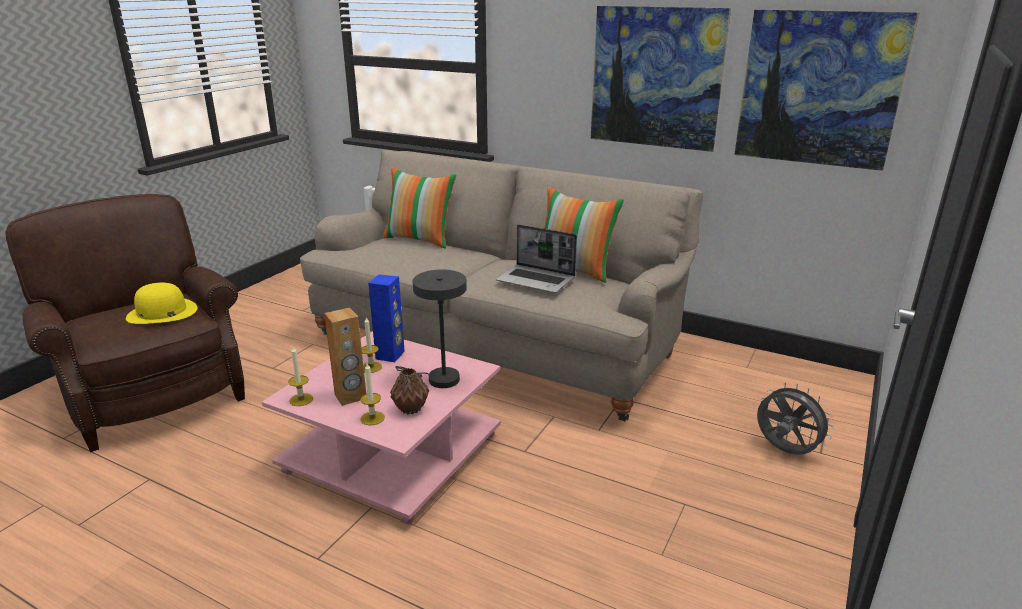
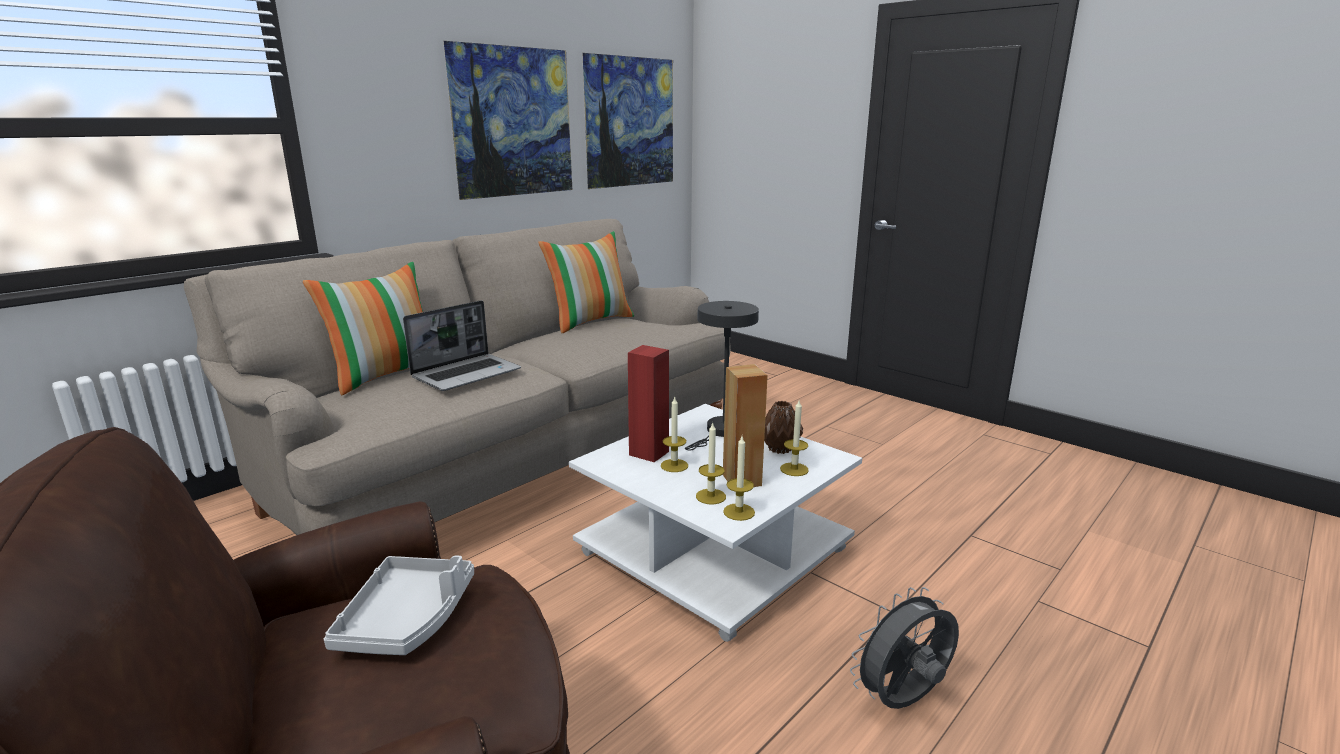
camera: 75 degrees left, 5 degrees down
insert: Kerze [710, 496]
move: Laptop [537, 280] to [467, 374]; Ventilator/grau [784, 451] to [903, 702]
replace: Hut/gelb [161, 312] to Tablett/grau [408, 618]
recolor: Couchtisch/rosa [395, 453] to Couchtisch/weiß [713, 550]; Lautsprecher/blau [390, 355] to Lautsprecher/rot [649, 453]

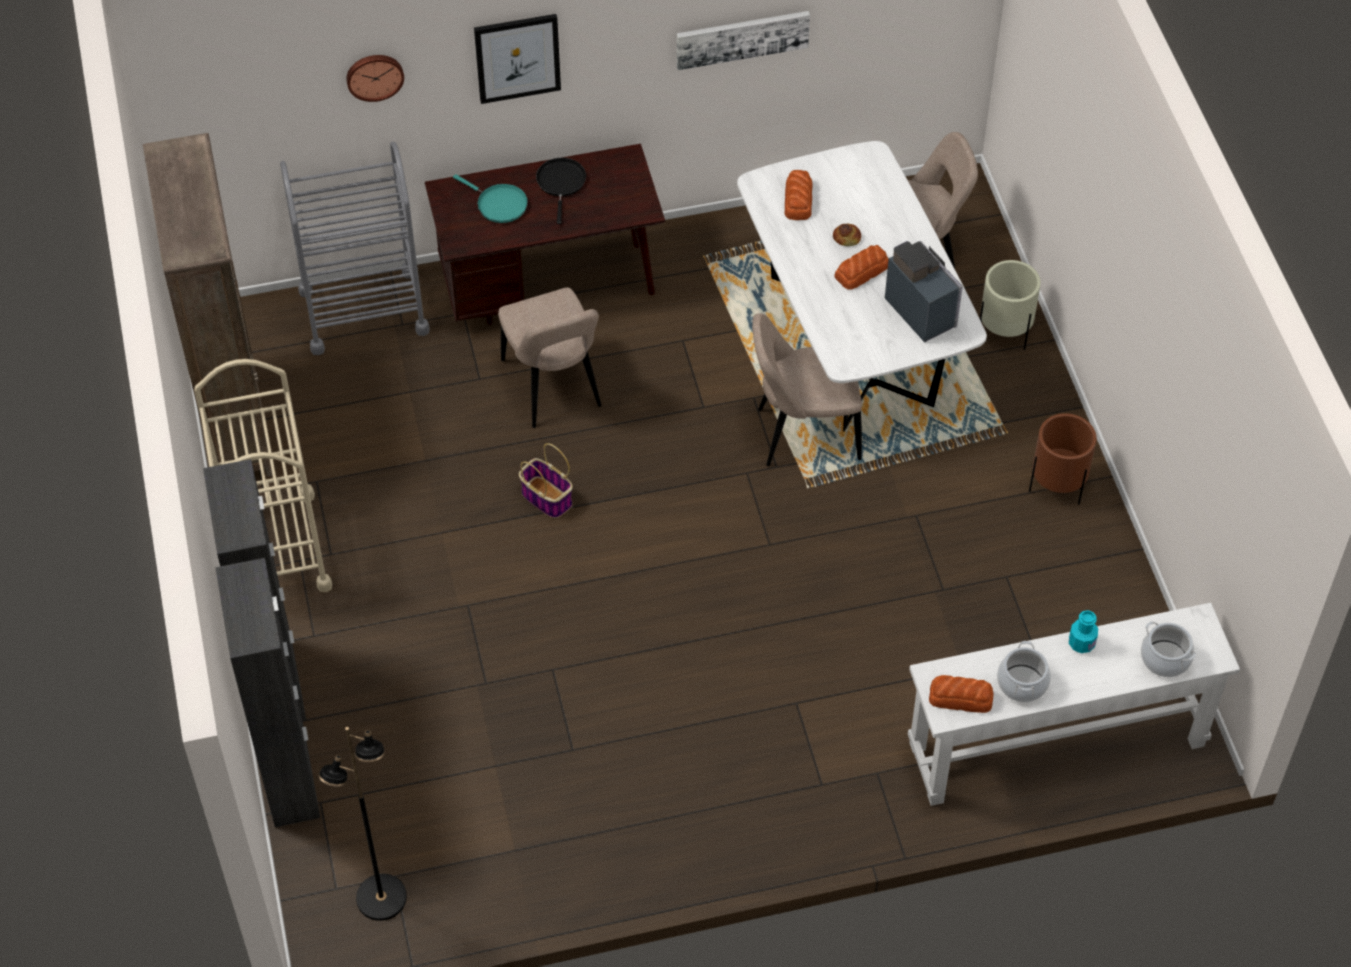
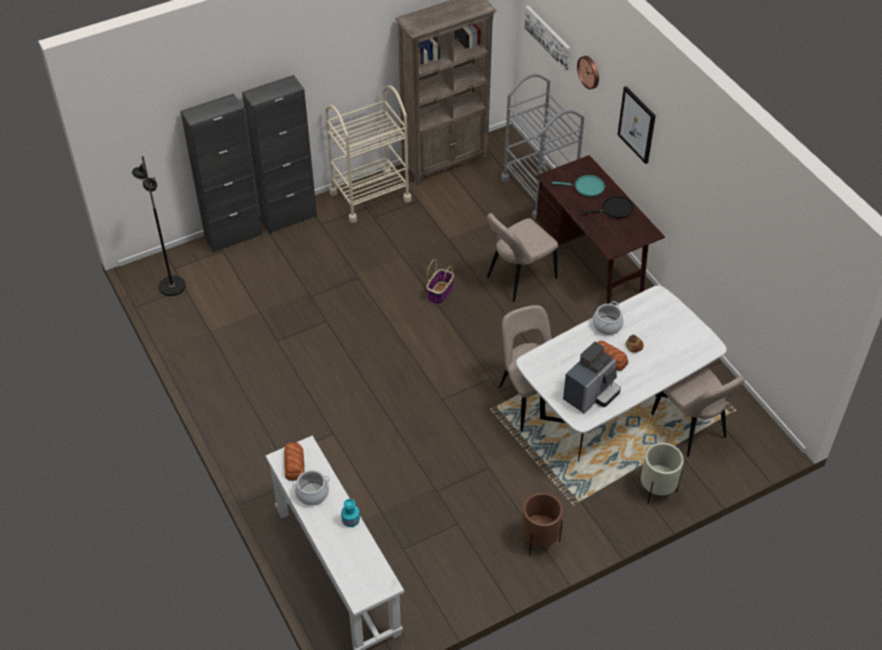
camera: 75 degrees right, 5 degrees down
delete: Brot [798, 200]
move: Bild [742, 38] to [548, 37]; Kochtopf [1165, 659] to [607, 325]
rotate: Pfanne/türkis [499, 204] = [586, 187] 105 degrees counterclockwise

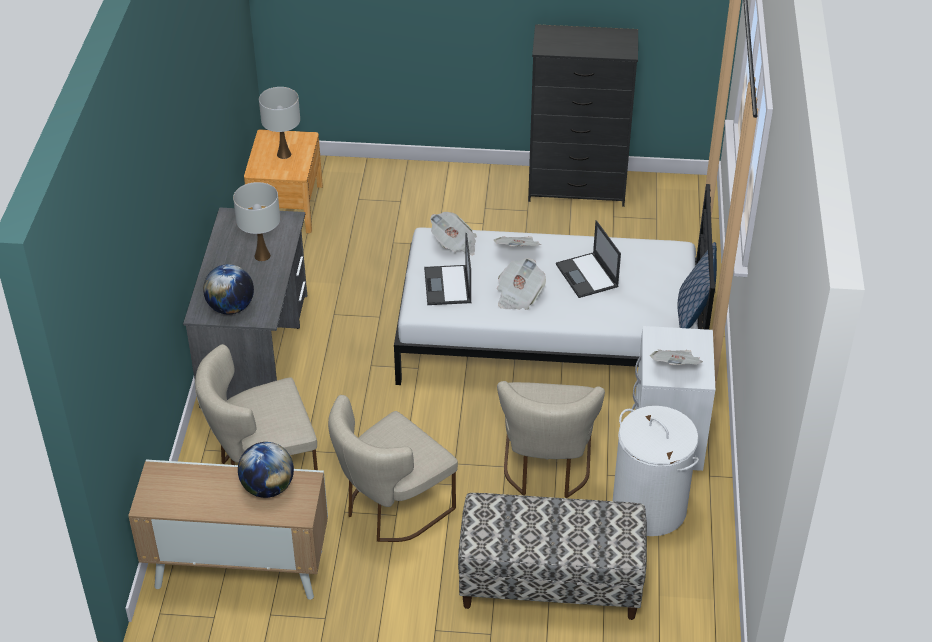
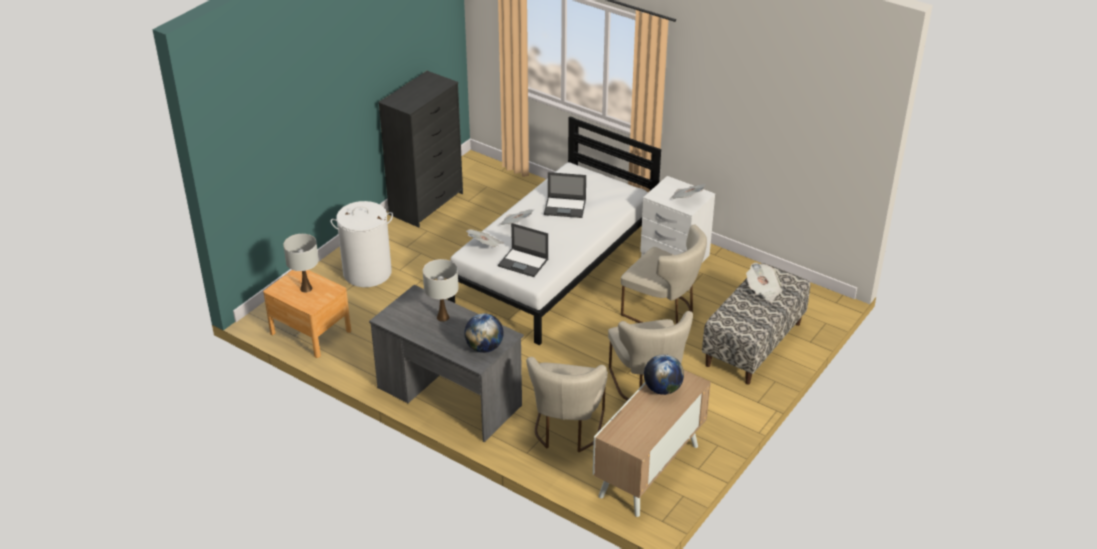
camera: 60 degrees left, 5 degrees down
delete: Kissen [693, 313]
move: Zeitung [518, 295] to [763, 290]; Wäschekorb/weiß [649, 508] to [367, 272]

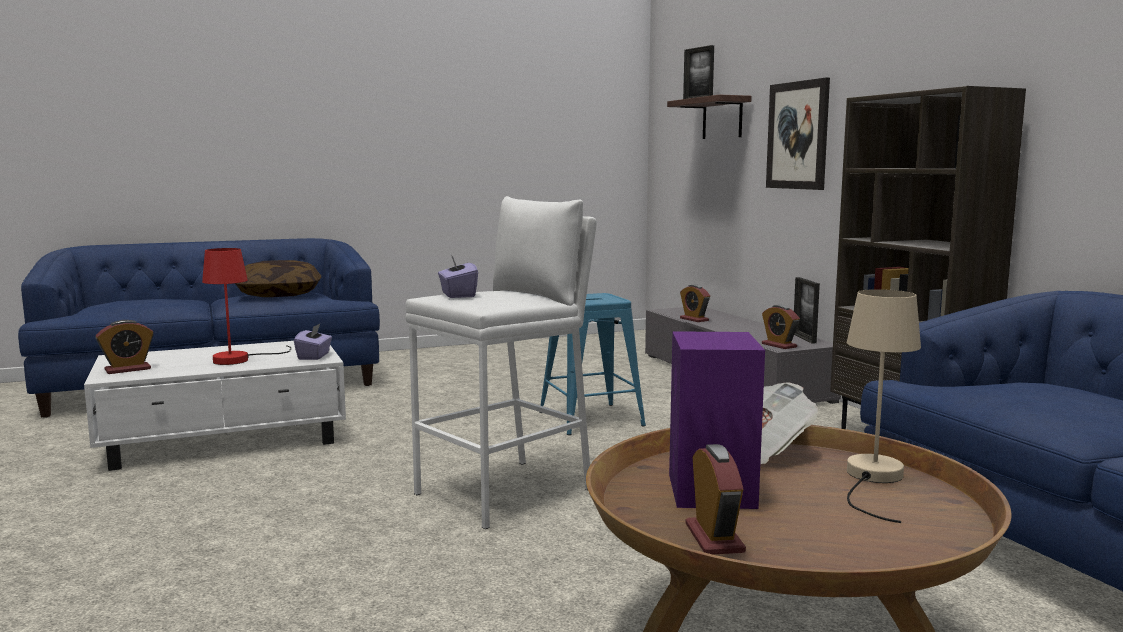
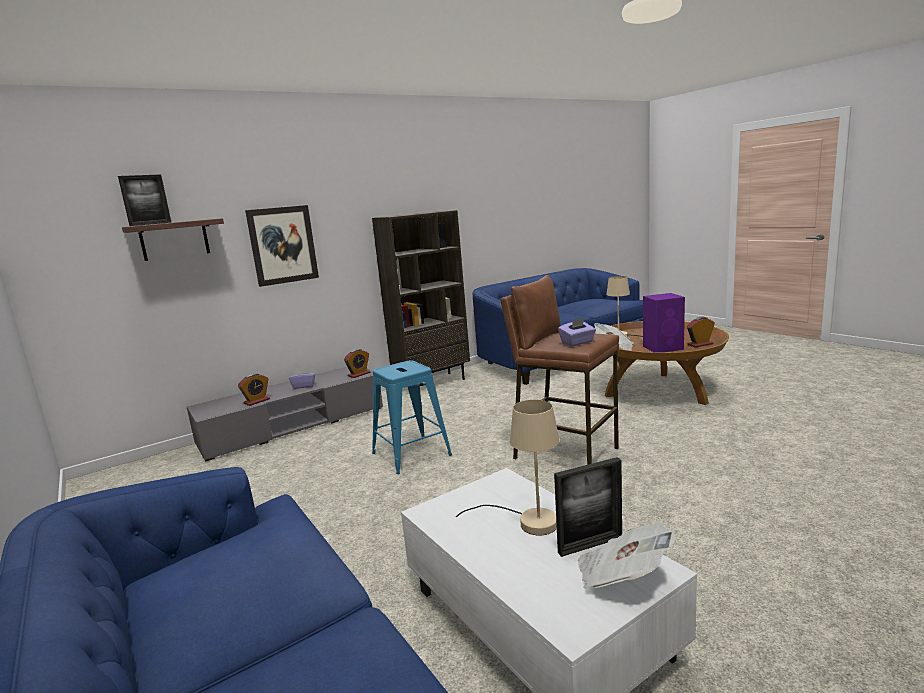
camera: 100 degrees left, 5 degrees up
delete: Kissen [279, 294]
move: Taschentuchbox/lila [314, 356] to [304, 386]; Bilderrahmen [804, 338] to [590, 545]
replace: Wecker [128, 369] to Zeitung [622, 576]
recolor: Tischlampe/rot [241, 359] to Tischlampe/beige [527, 521]; Hocker/weiß [506, 492] to Hocker/braun [565, 453]

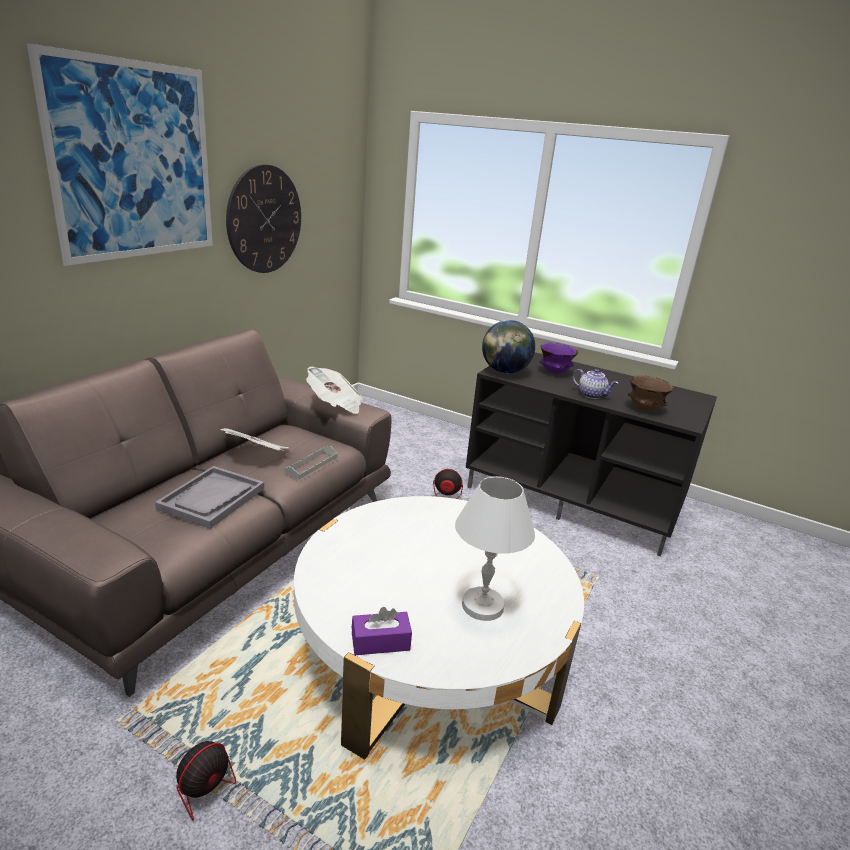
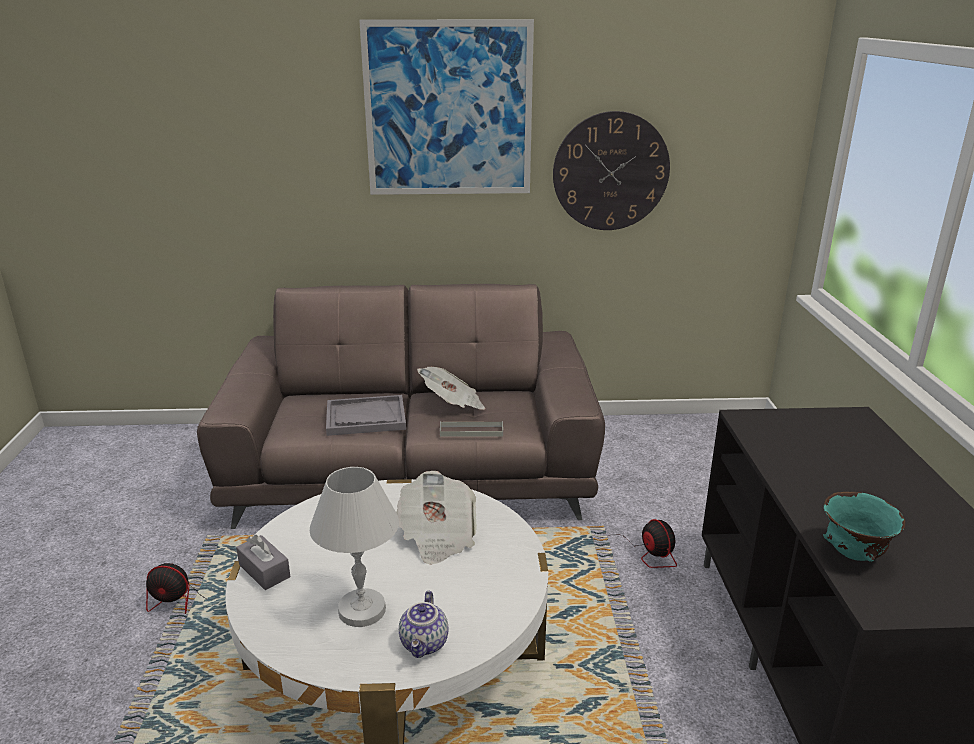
camera: 60 degrees right, 0 degrees up
delete: Globus [504, 372]; Schüssel/lila [555, 372]
move: Zeitung [335, 404] to [437, 536]; Teekanne [592, 395] to [425, 644]
recolor: Taschentuchbox/lila [380, 642] to Taschentuchbox/grau [264, 571]; Schüssel/braun [645, 409] to Schüssel/türkis [854, 555]

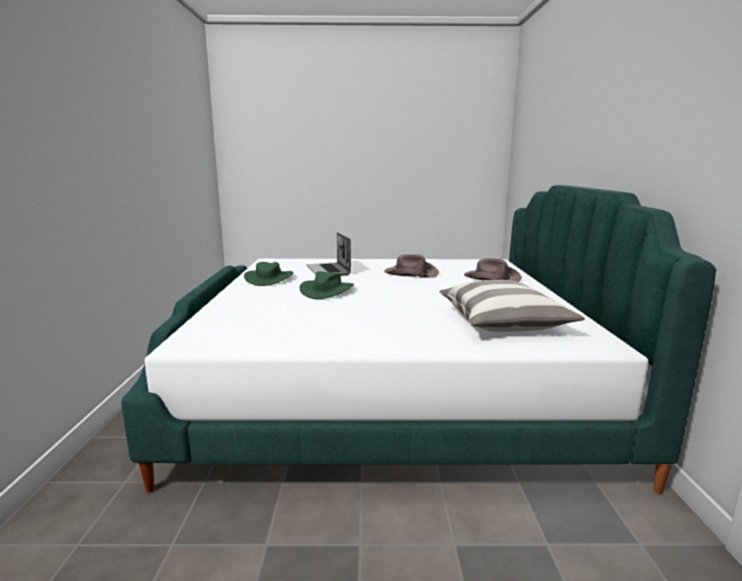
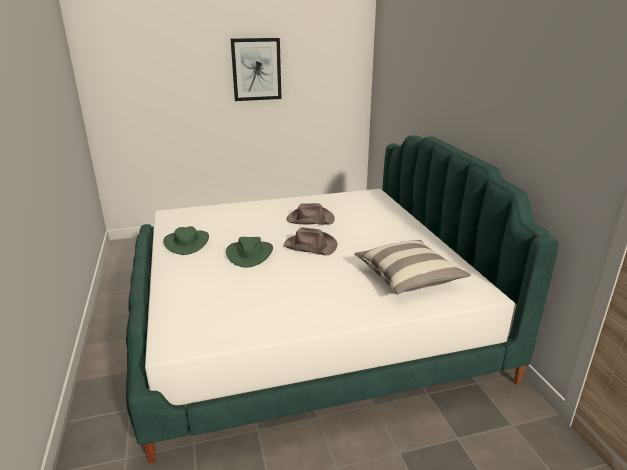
camera: 15 degrees left, 10 degrees up
delete: Laptop [329, 271]
insert: Bild [256, 69]
move: Hut/braun [491, 278] to [310, 246]

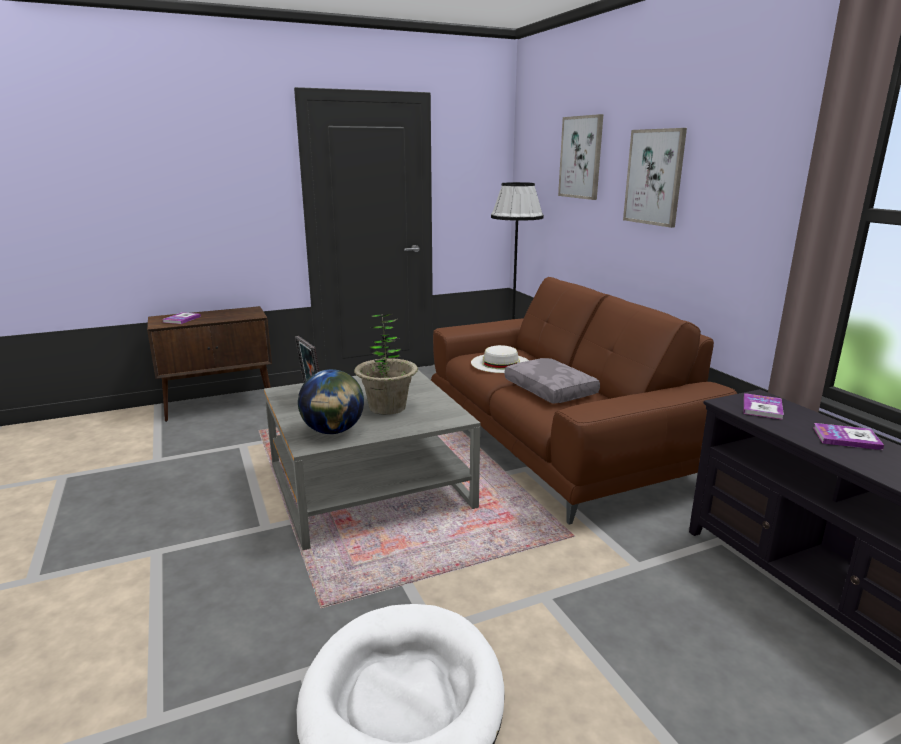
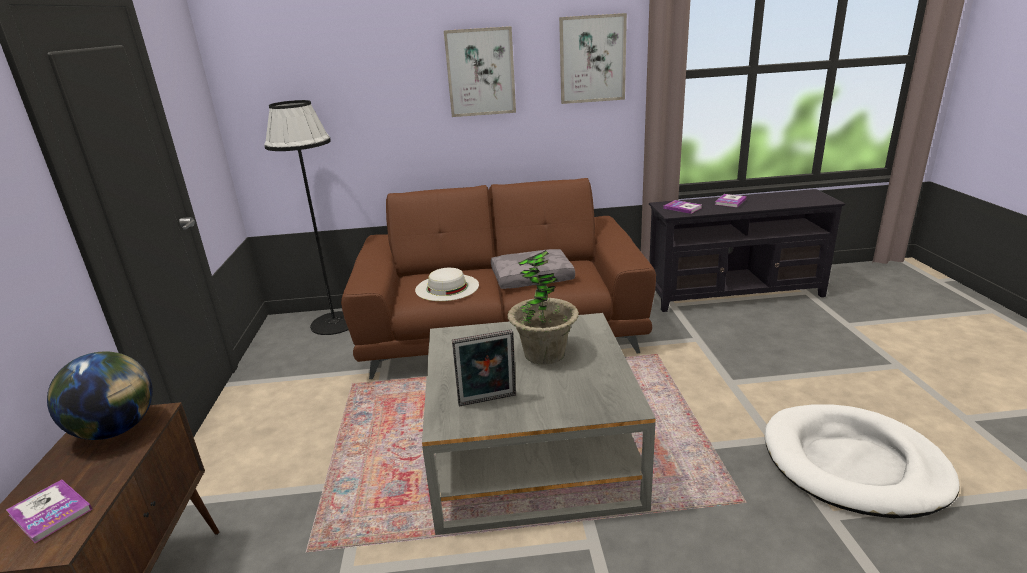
camera: 70 degrees left, 5 degrees up
move: Globus [333, 431] to [117, 429]; Bild [581, 157] to [592, 59]

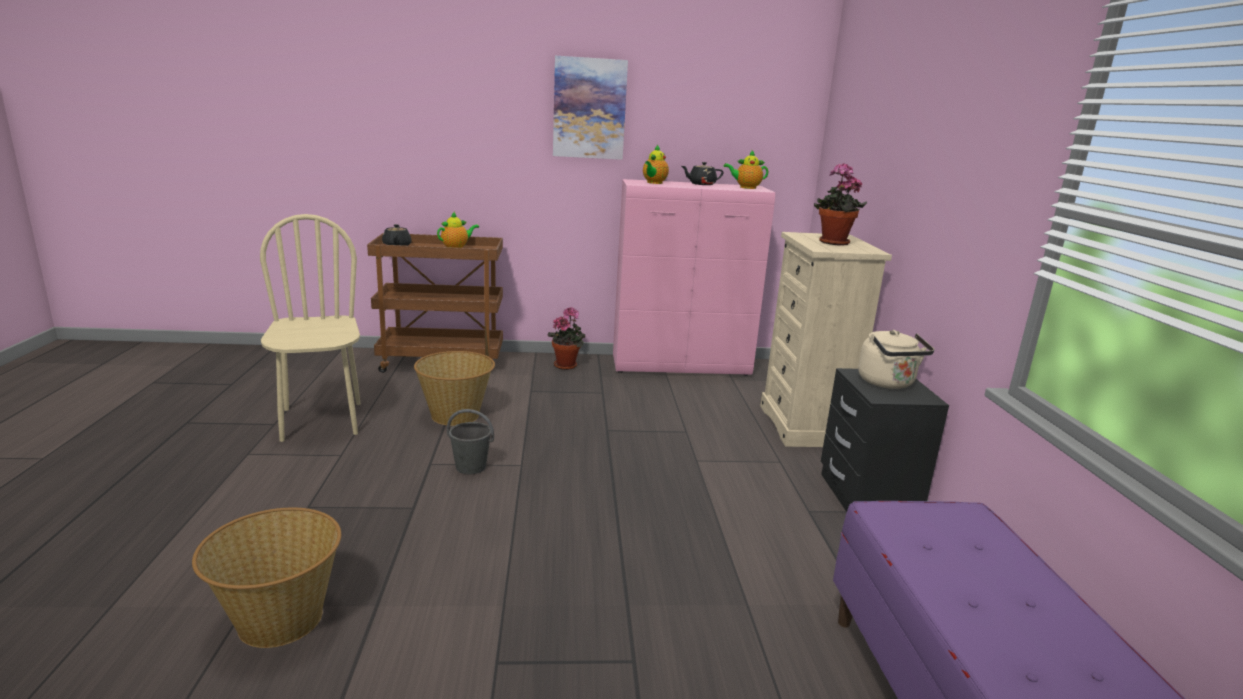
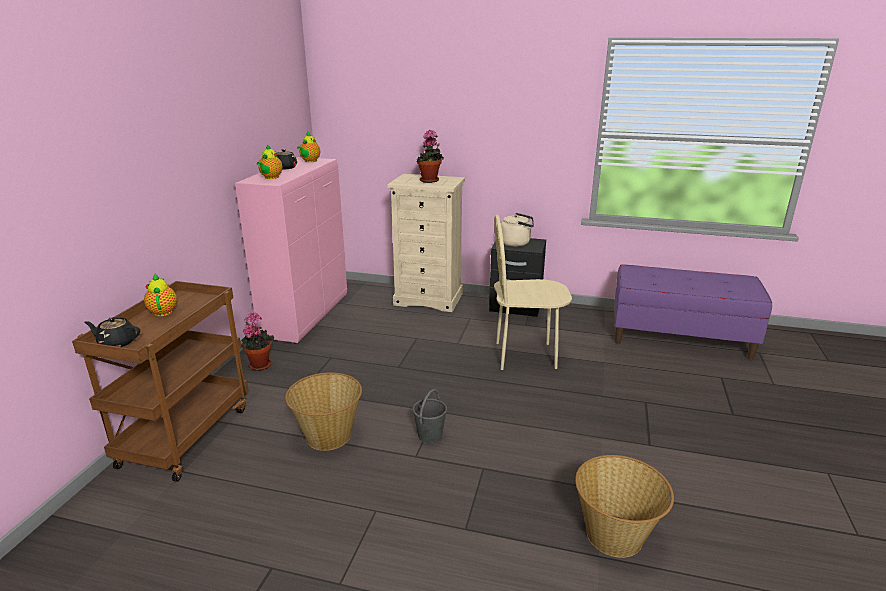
camera: 70 degrees left, 5 degrees up
delete: Bild [589, 108]
move: Stuhl/beige [321, 421] to [525, 355]
rotate: Teekanne [654, 183] = [270, 177] 60 degrees clockwise

